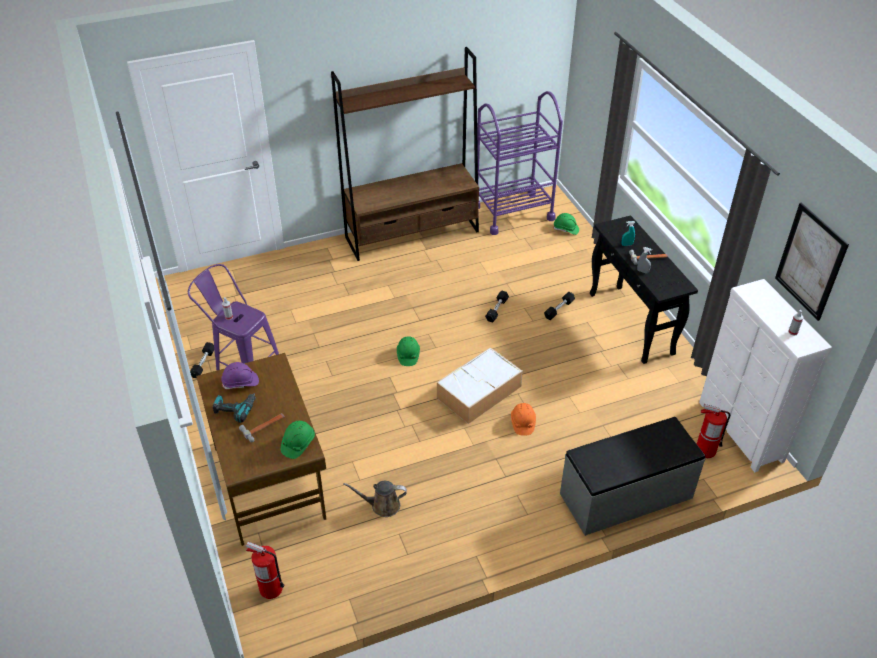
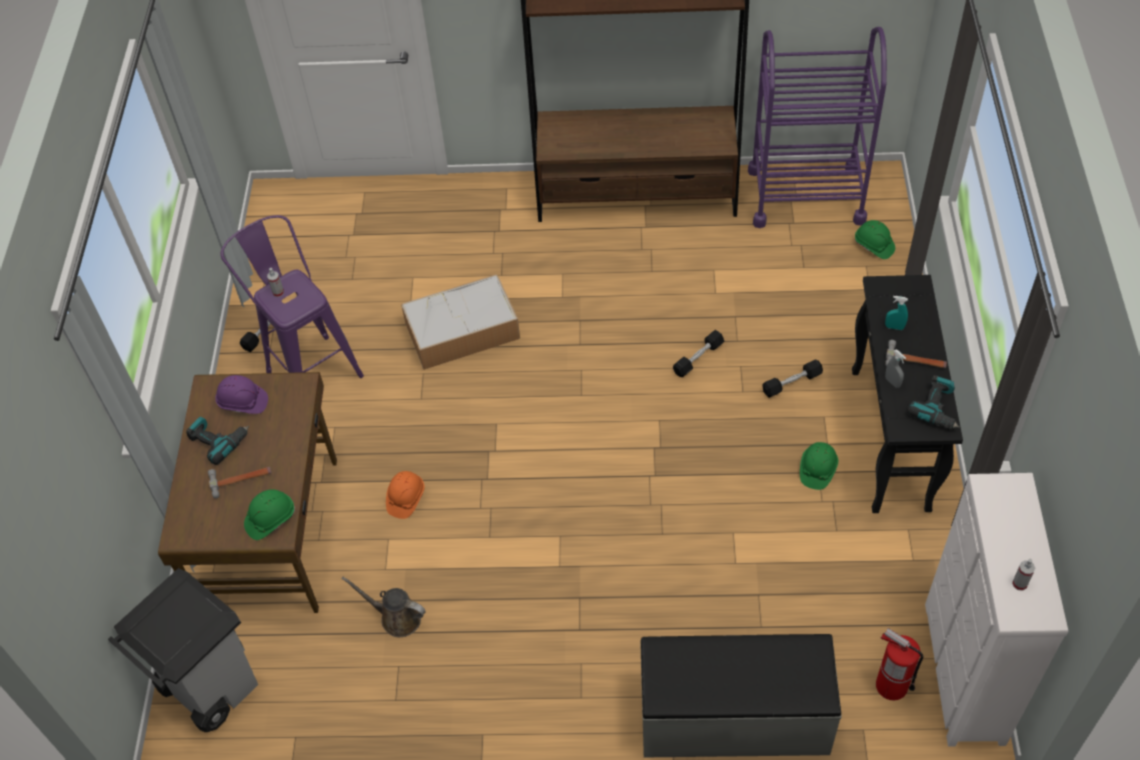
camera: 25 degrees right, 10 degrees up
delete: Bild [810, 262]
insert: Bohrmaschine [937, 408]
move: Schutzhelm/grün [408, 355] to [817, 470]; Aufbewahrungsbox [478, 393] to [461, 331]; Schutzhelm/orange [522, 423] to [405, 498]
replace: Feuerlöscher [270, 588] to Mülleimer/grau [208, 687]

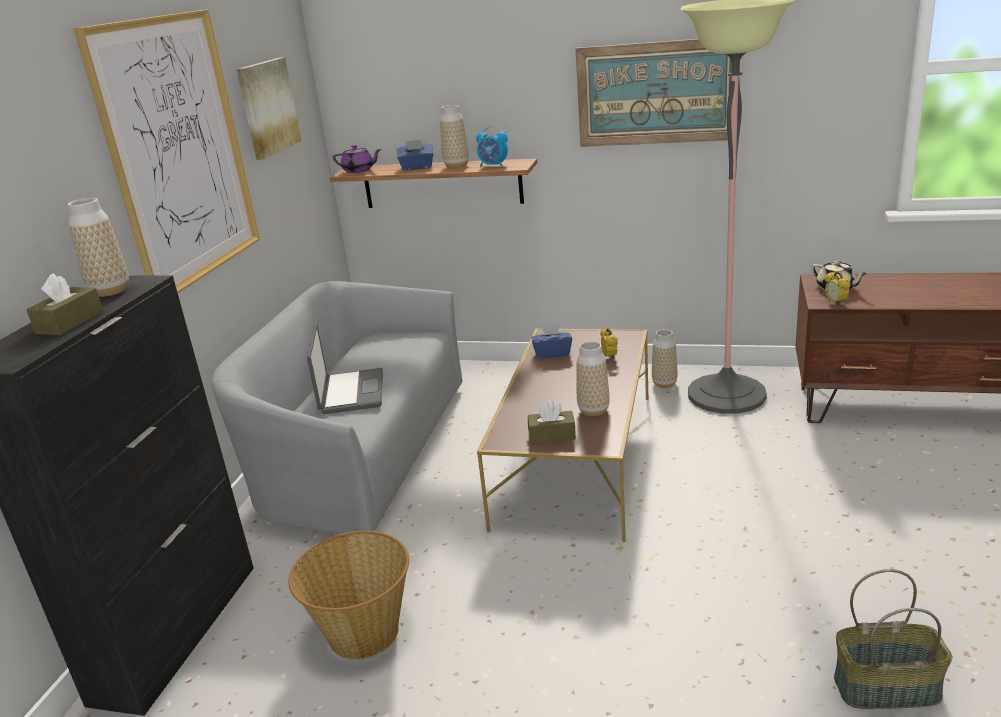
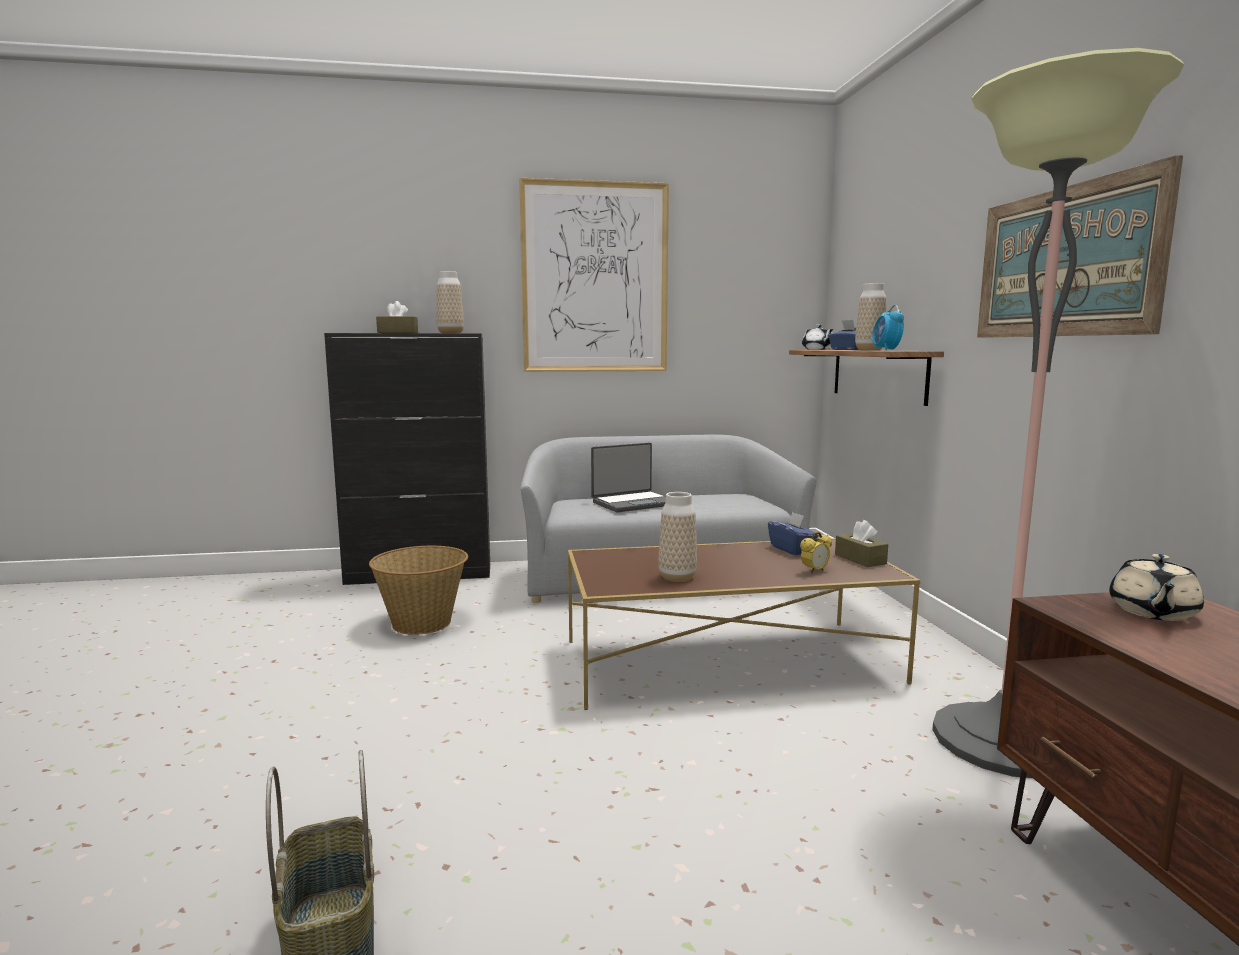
camera: 65 degrees right, 15 degrees down
delete: Bild [267, 107]; Vase [664, 384]; Wecker [835, 303]
move: Taschentuchbox/braun [552, 435] to [860, 559]
recolor: Teekanne/lila [359, 170] to Teekanne/weiß [818, 349]

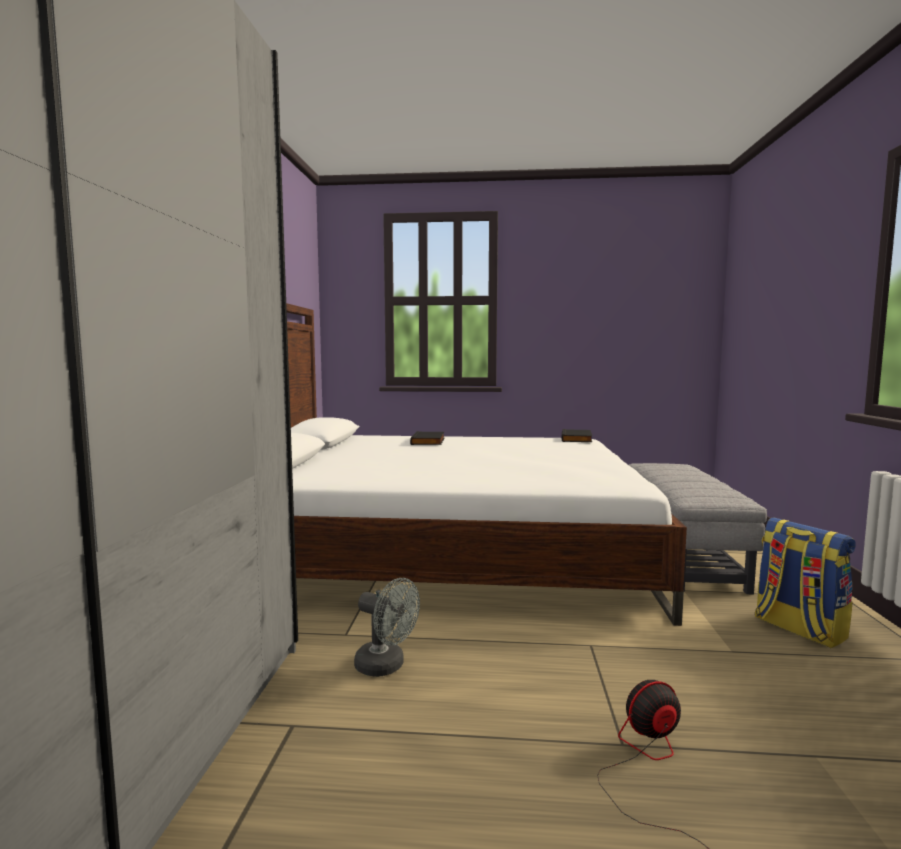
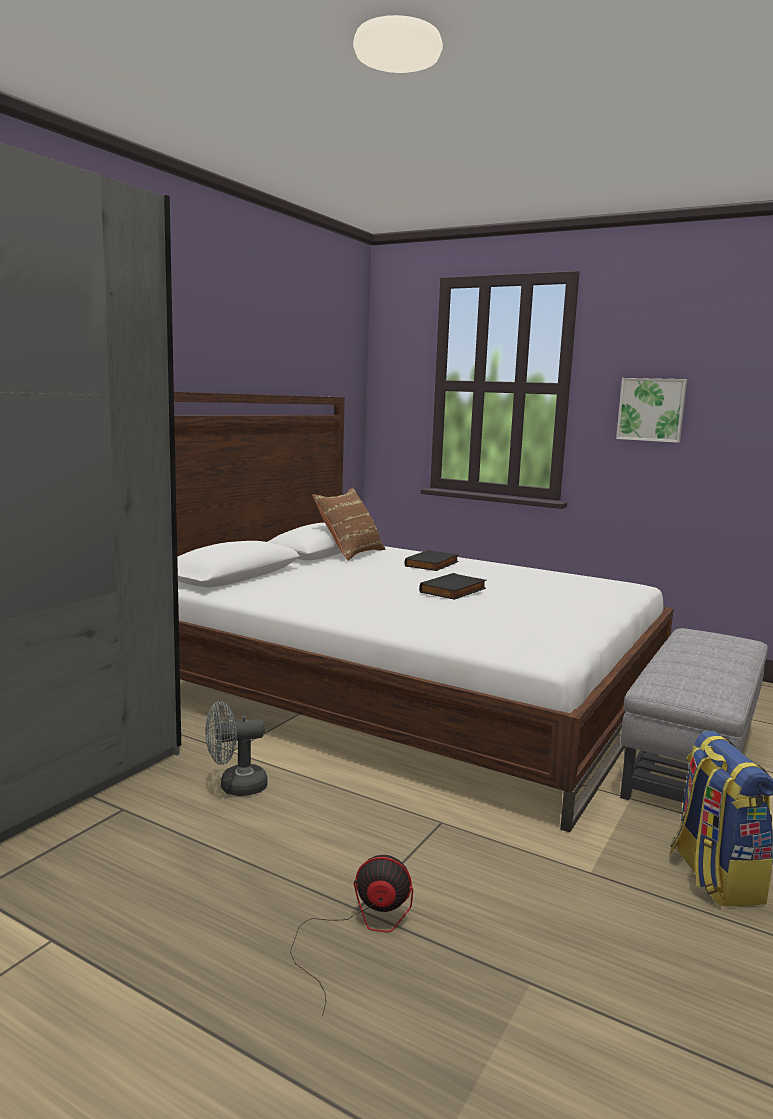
camera: 25 degrees right, 5 degrees up
insert: Kissen/braun [350, 553]; Bild [651, 409]
move: Buch/schwarz [577, 439] to [454, 591]
rotate: Ventilator/grau [386, 666] = [235, 787] 105 degrees clockwise

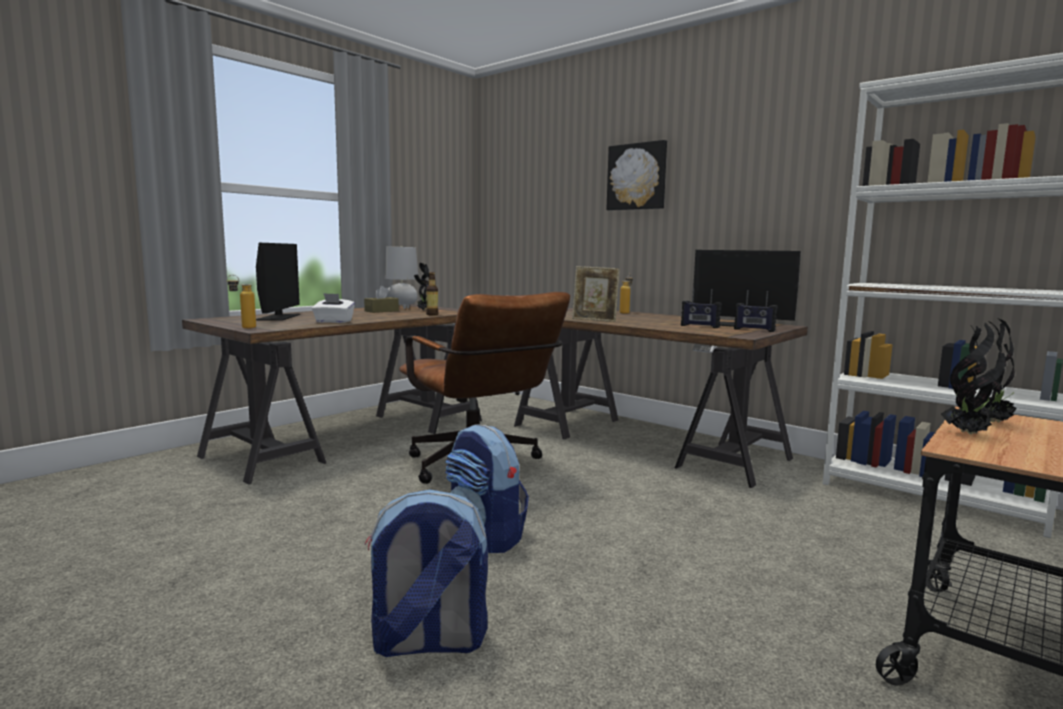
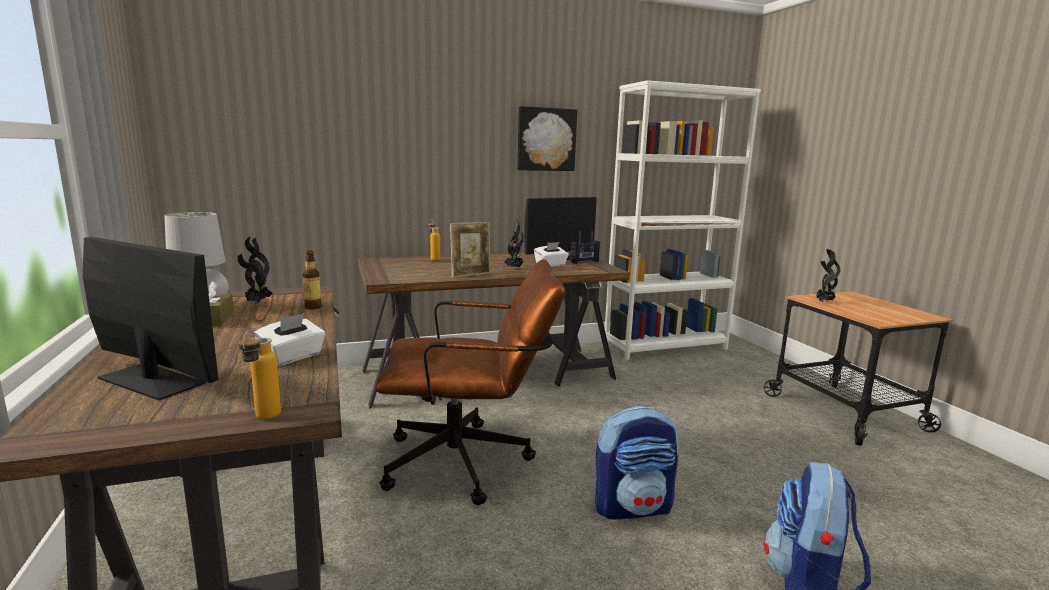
camera: 60 degrees left, 5 degrees up
move: Bild [637, 177] to [546, 139]; Topfpflanze [968, 434] to [515, 268]
replace: Radio [700, 326] to Taschentuchbox/weiß [550, 265]

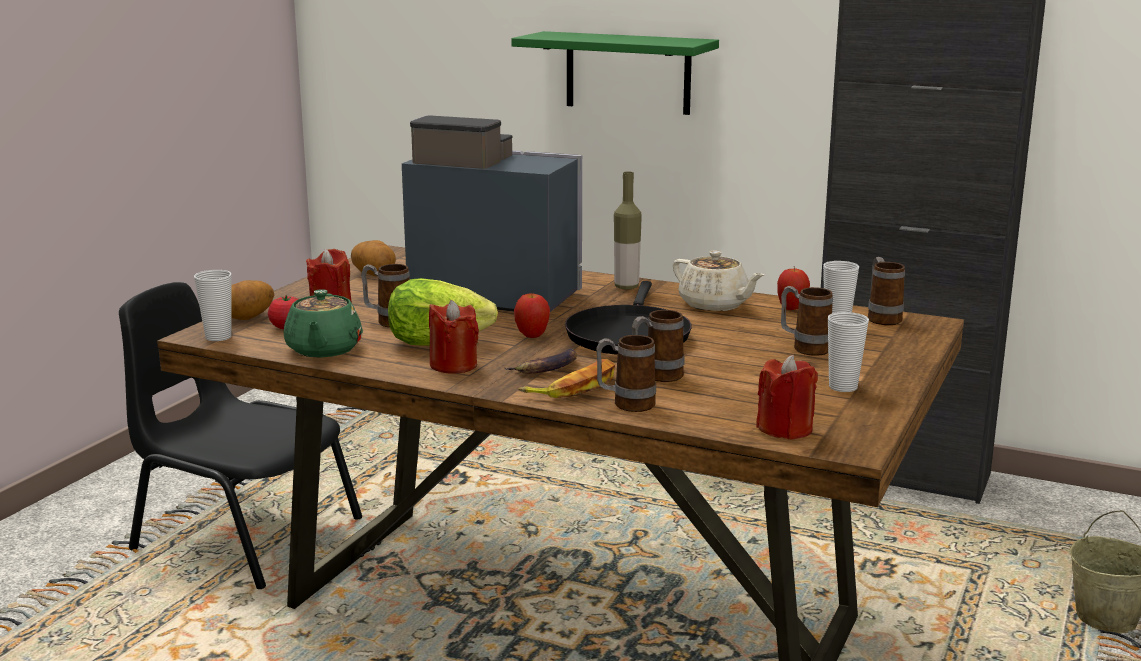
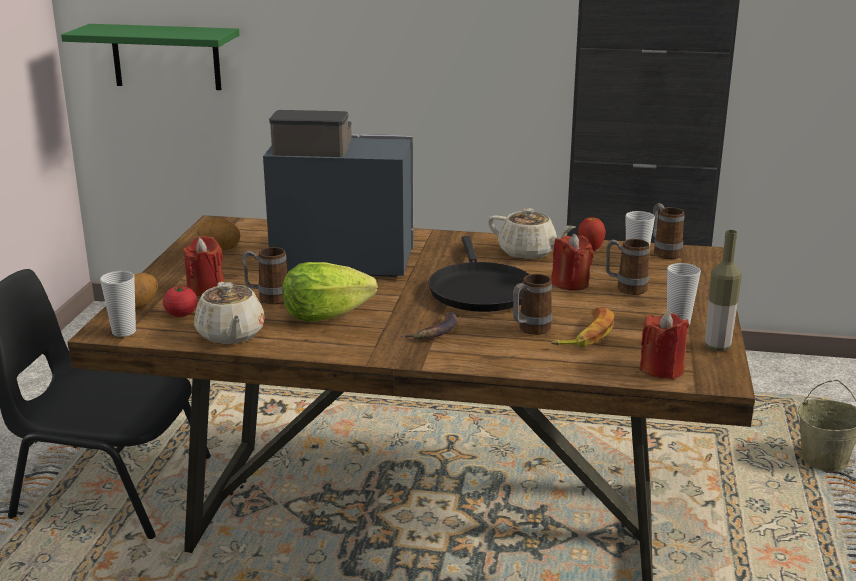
camera: 15 degrees left, 5 degrees up
delete: Apfel [532, 336]; Henkelbecher [625, 404]
move: Kerze/rot [453, 365] to [570, 283]; Wandregal/grün [628, 72] to [166, 57]; Banane [574, 387] to [585, 334]; Flasche [626, 287] to [717, 347]
recolor: Teekanne/grün [323, 350] to Teekanne/beige [230, 335]

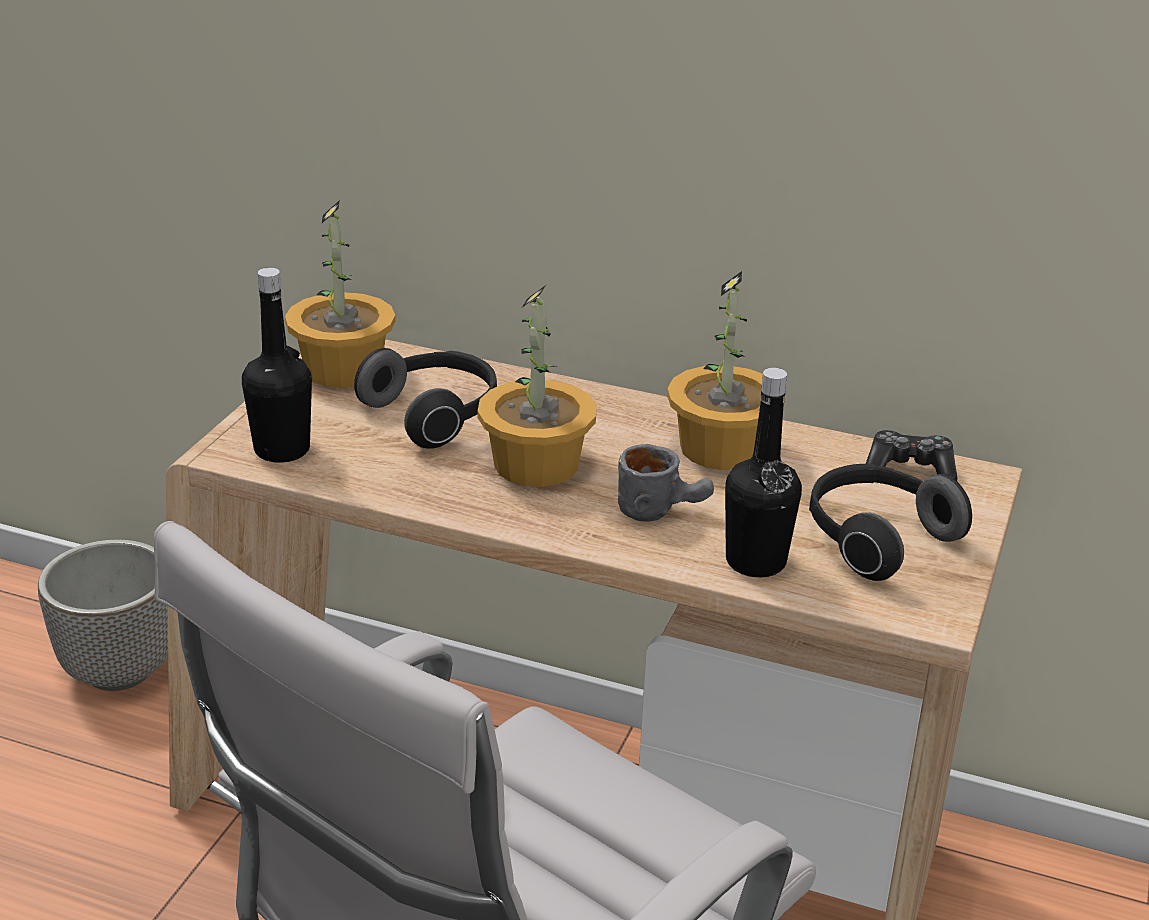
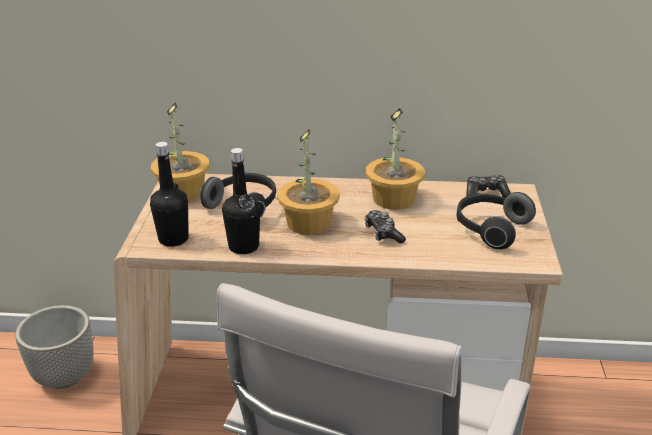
camera: 15 degrees left, 0 degrees up
move: Flasche/schwarz [755, 562] to [243, 247]
replace: Henkelbecher/grau [663, 509] to Gamepad [383, 233]

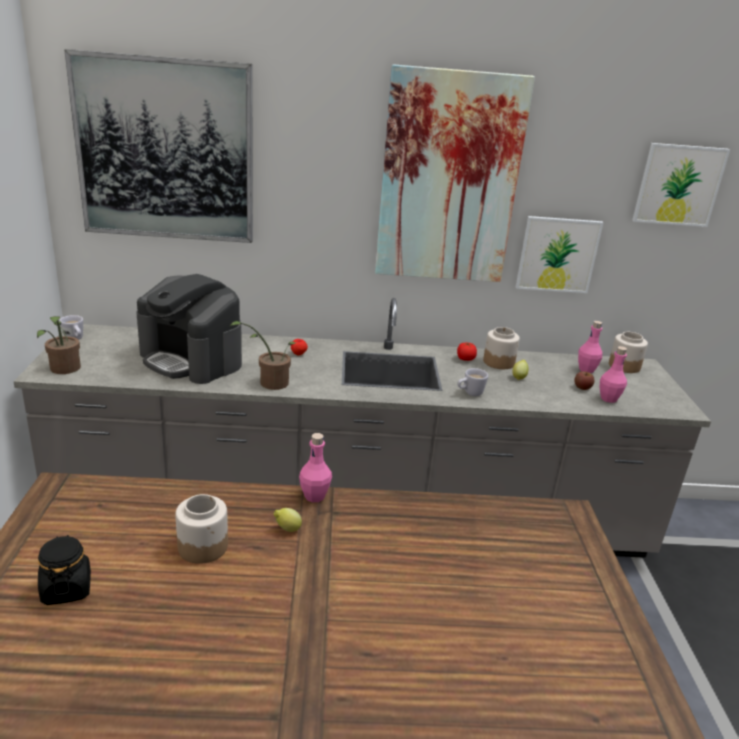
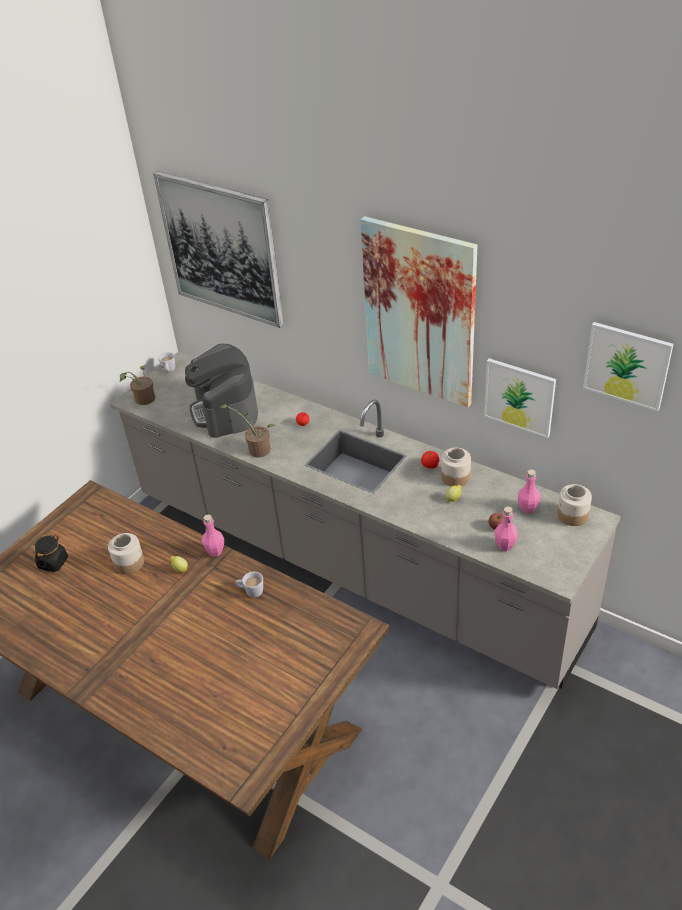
camera: 40 degrees right, 15 degrees up
move: Henkelbecher/weiß [469, 393] to [251, 592]

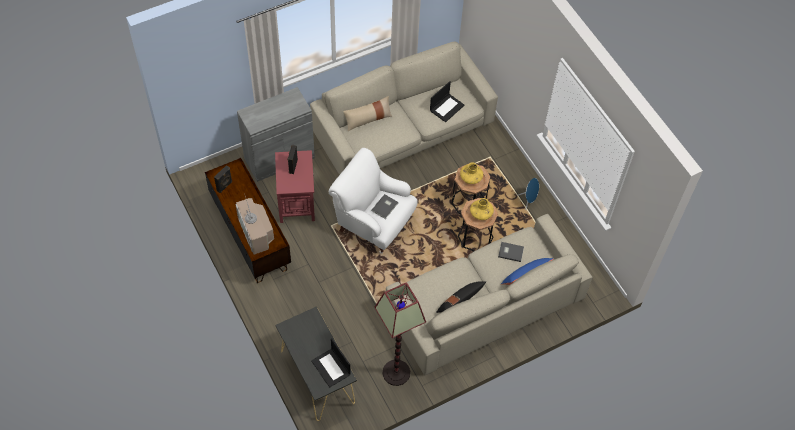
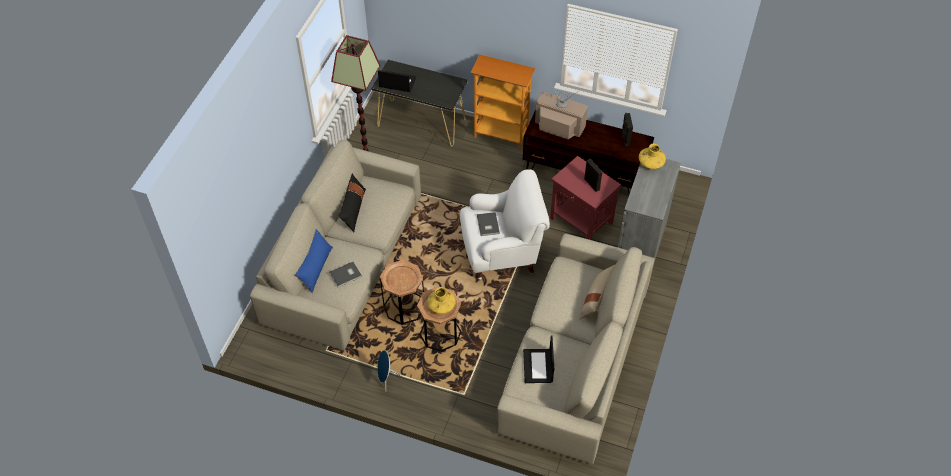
camera: 140 degrees right, 5 degrees down
insert: Bücherregal [501, 135]
move: Vase/gelb [481, 213] to [651, 163]

